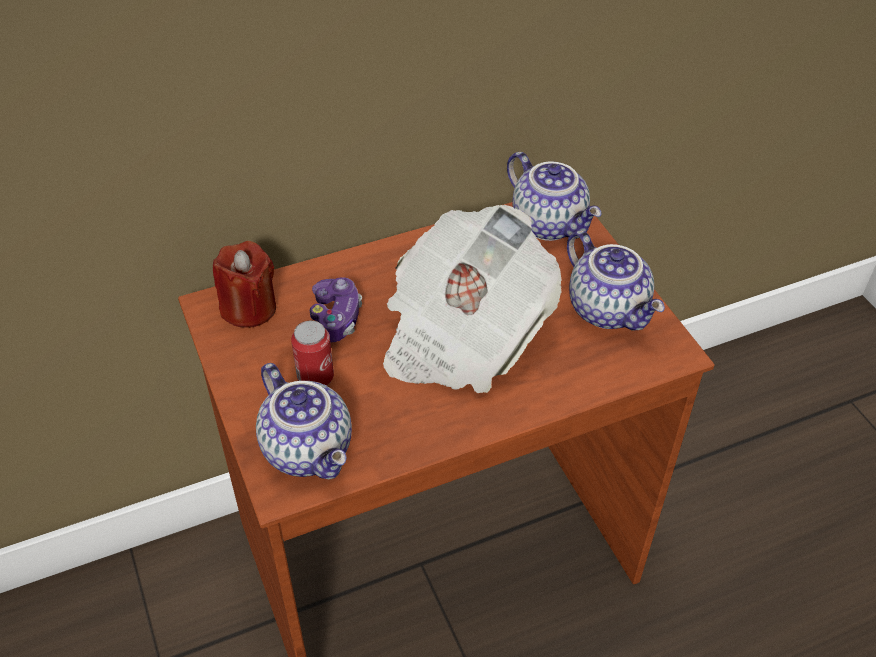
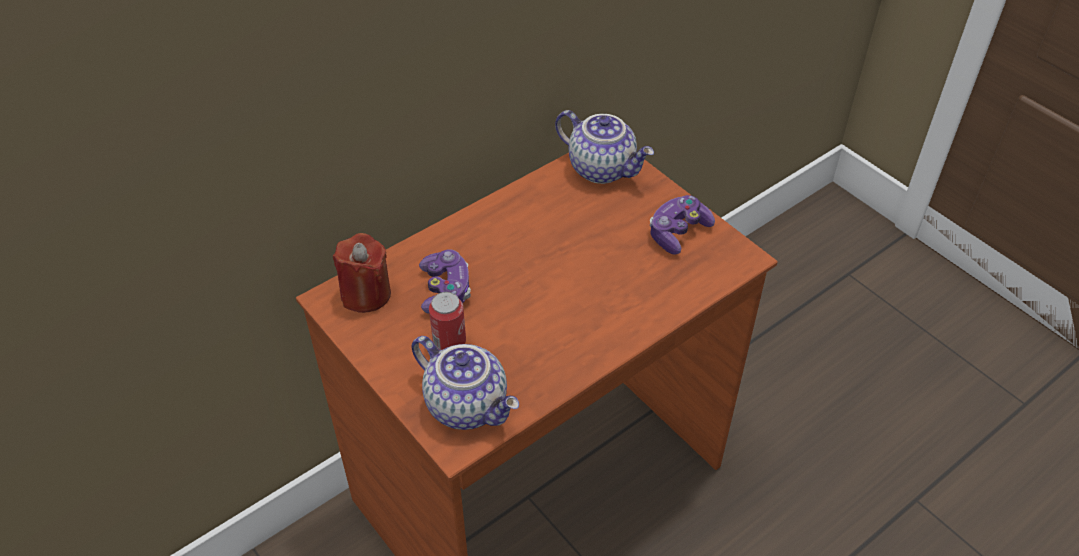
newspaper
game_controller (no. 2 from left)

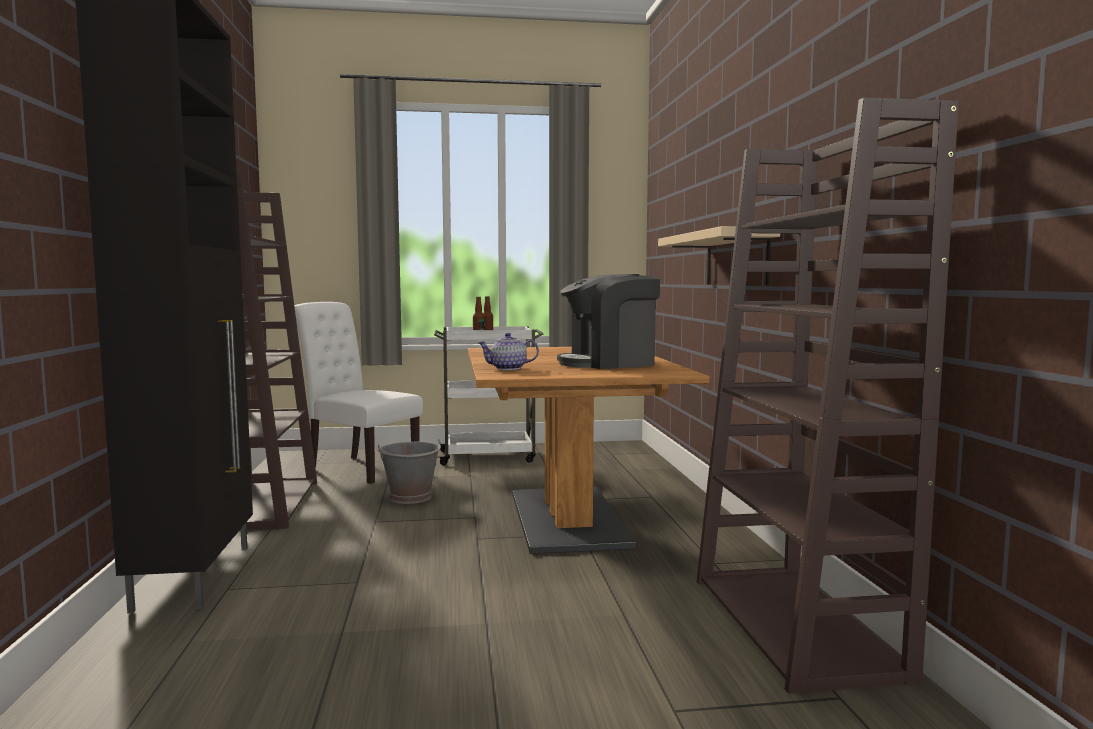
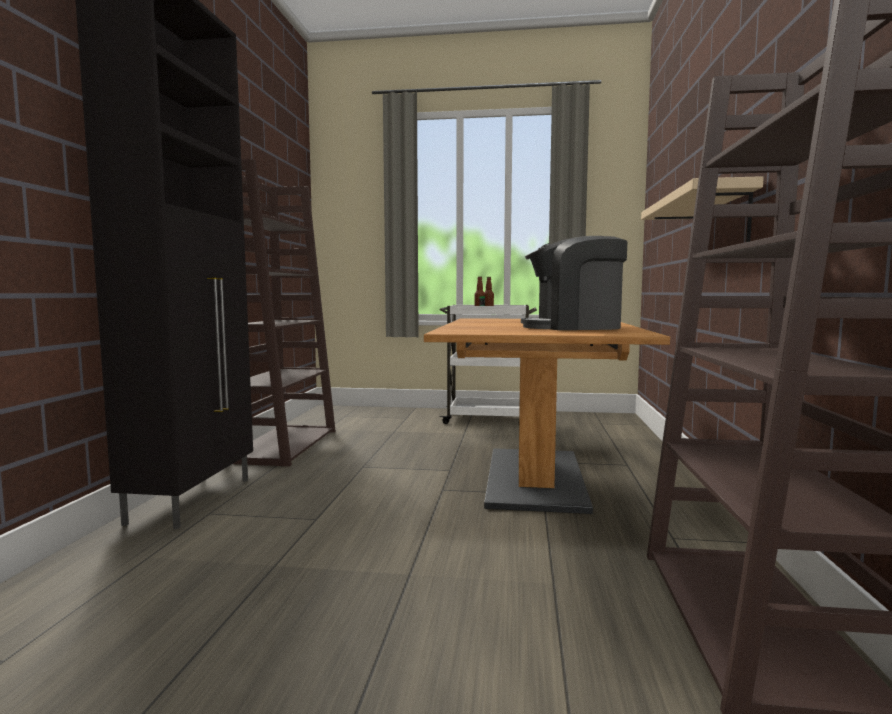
white_chair
grey_bucket
teapot

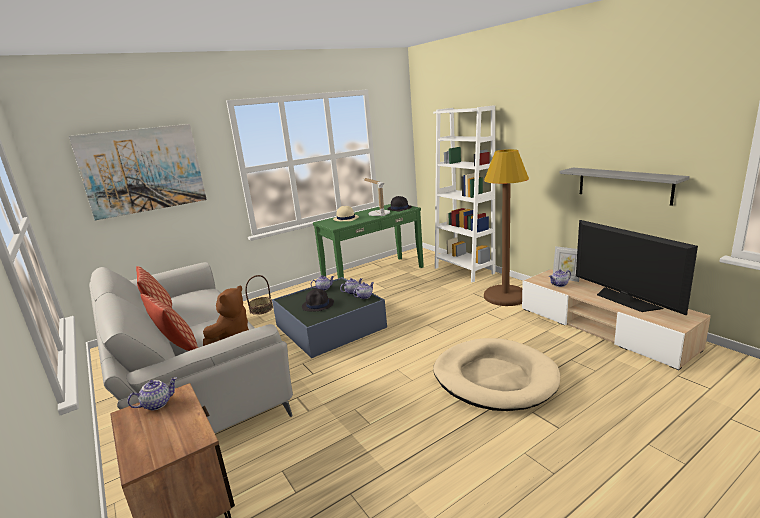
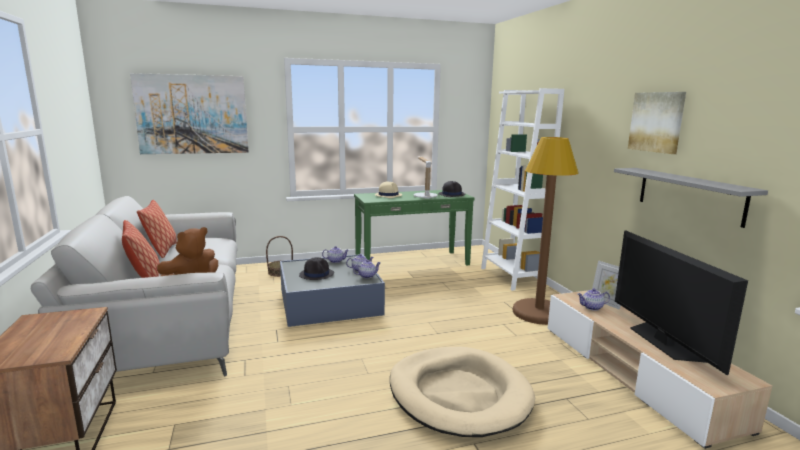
teapot (no. 1 from left in the first image)
picture (no. 2 from left)

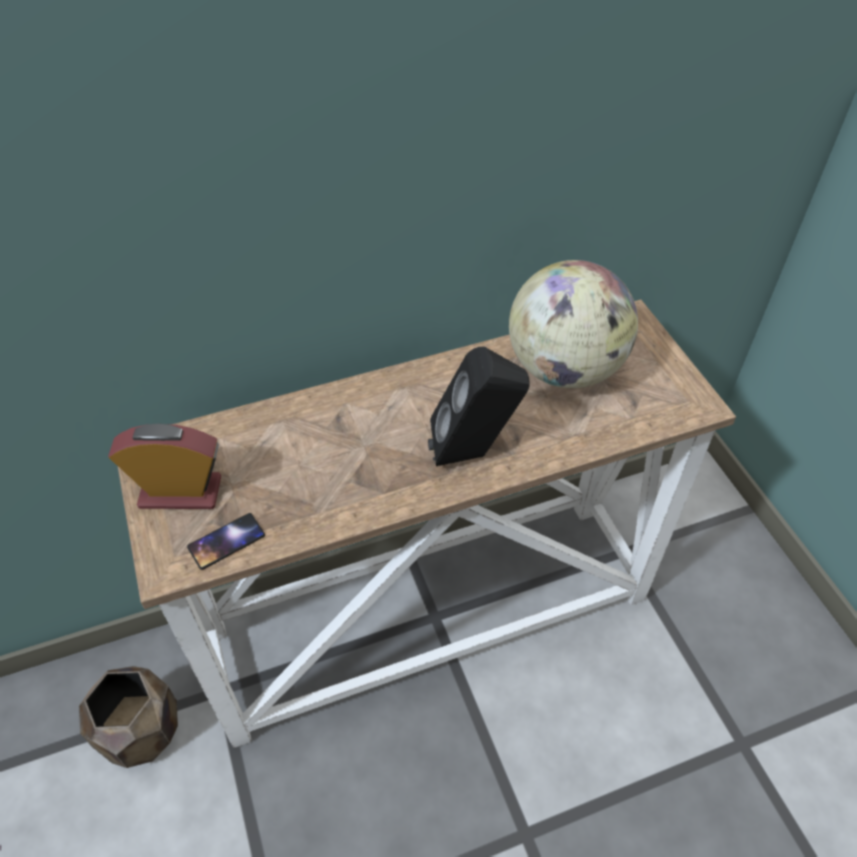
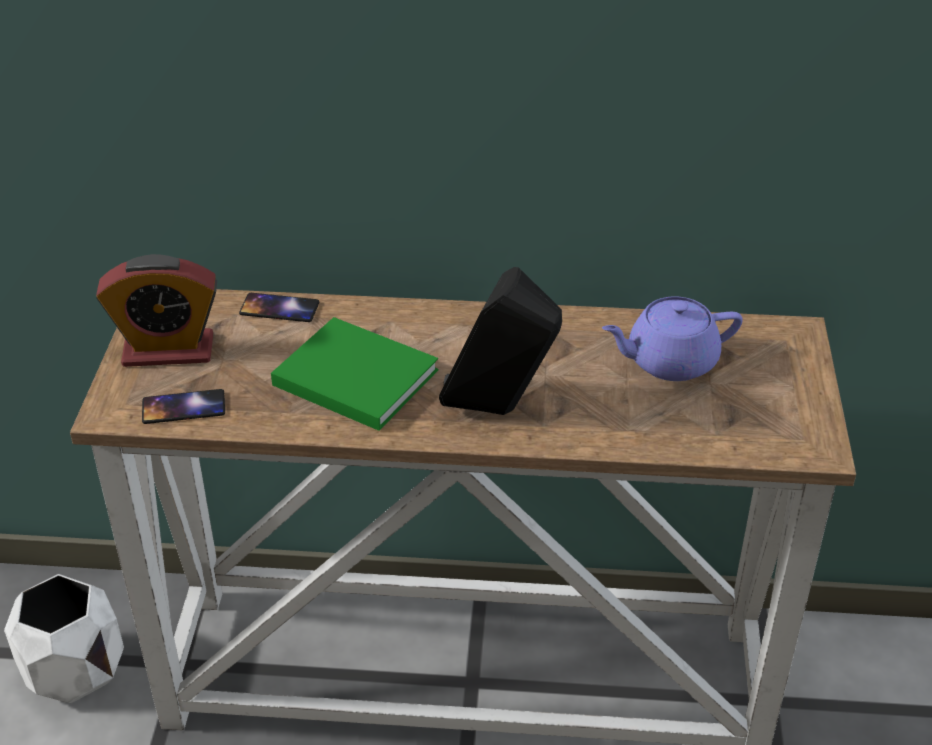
white_planter
alarm_clock
purple_teapot
phone (no. 2 from left)
green_book

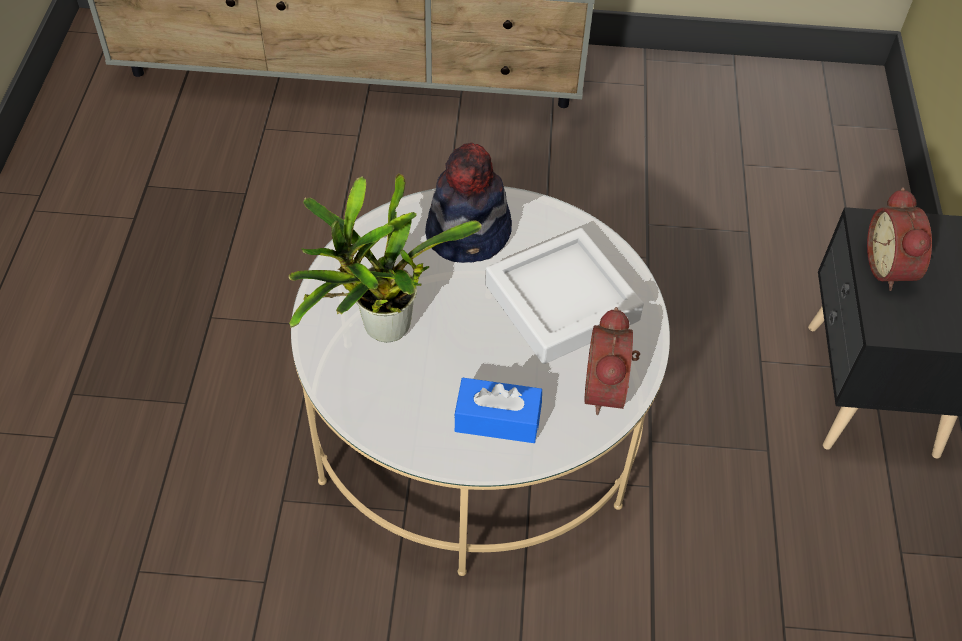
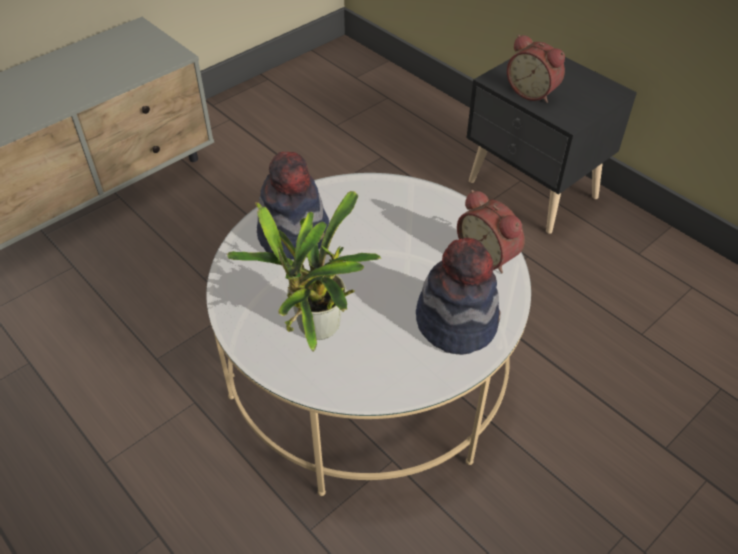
hat (no. 2 from left)
grey_tray

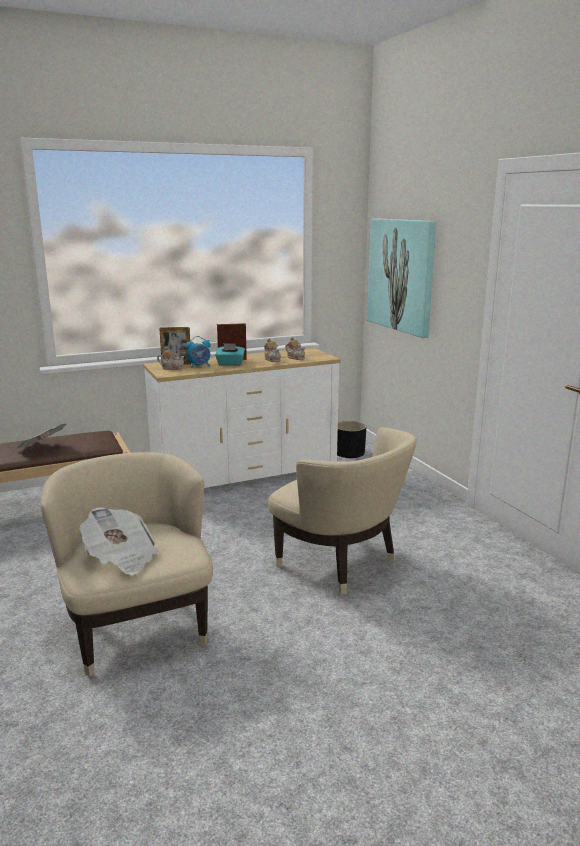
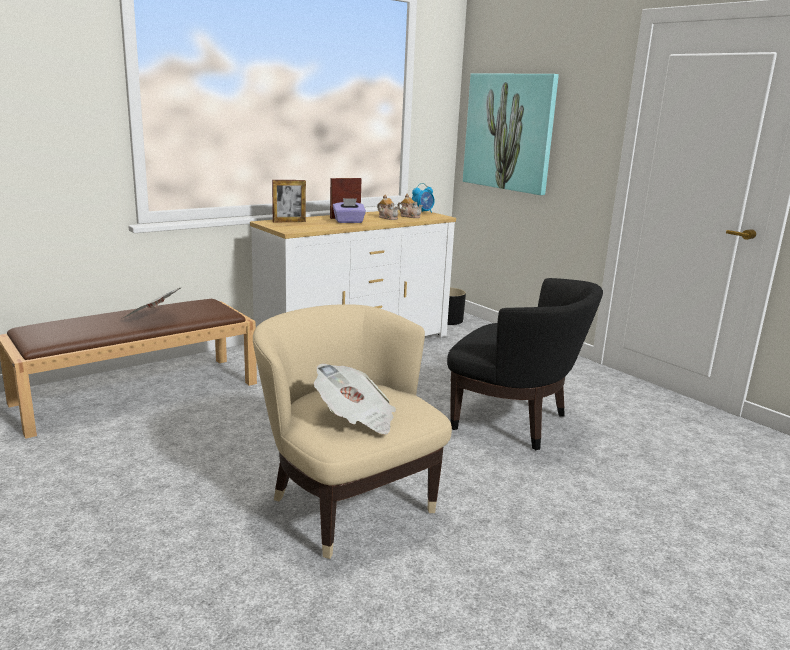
teapot (no. 1 from left in the first image)
alarm_clock
purple_tissue_box
black_armchair

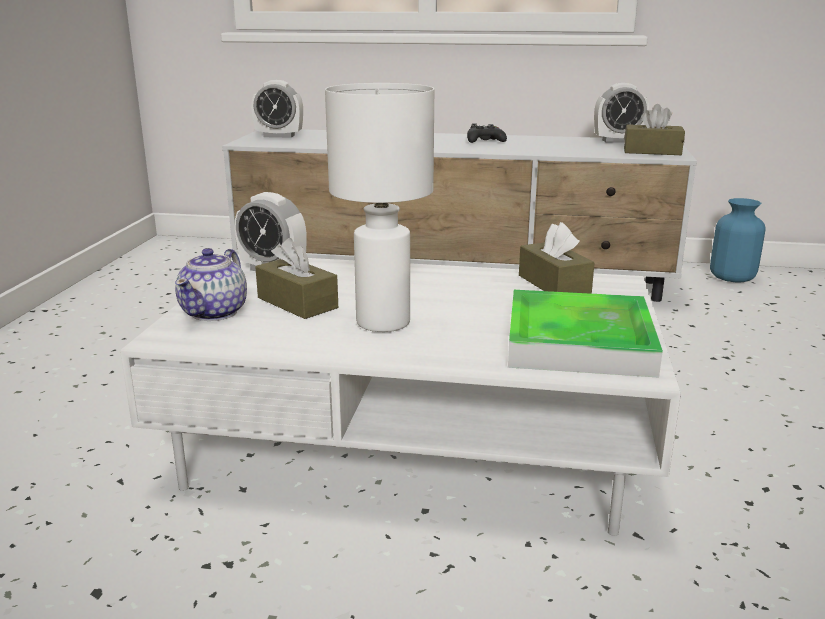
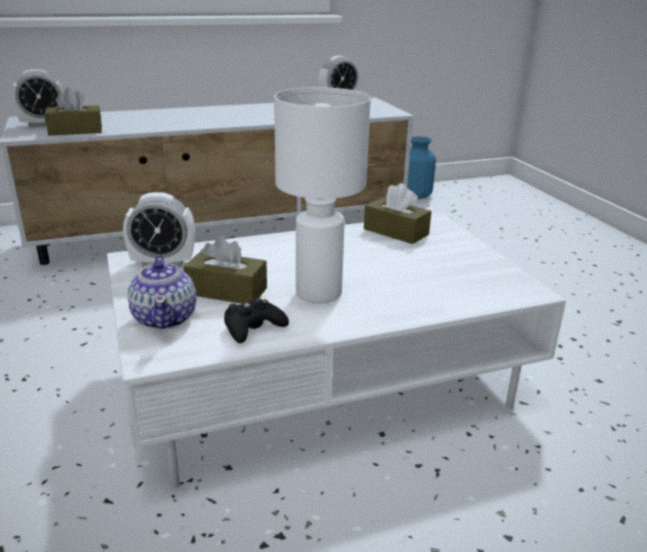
black_game_controller
tray
brown_tissue_box (no. 1 from left)

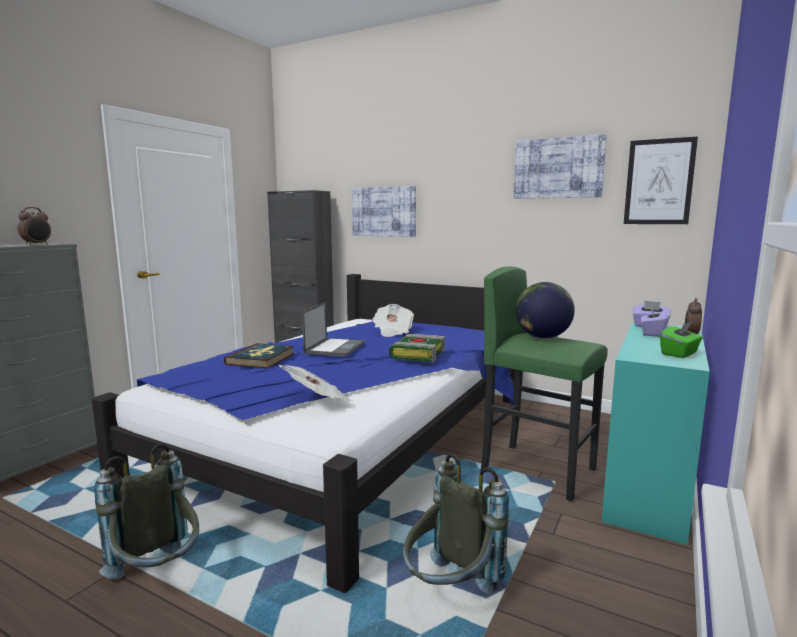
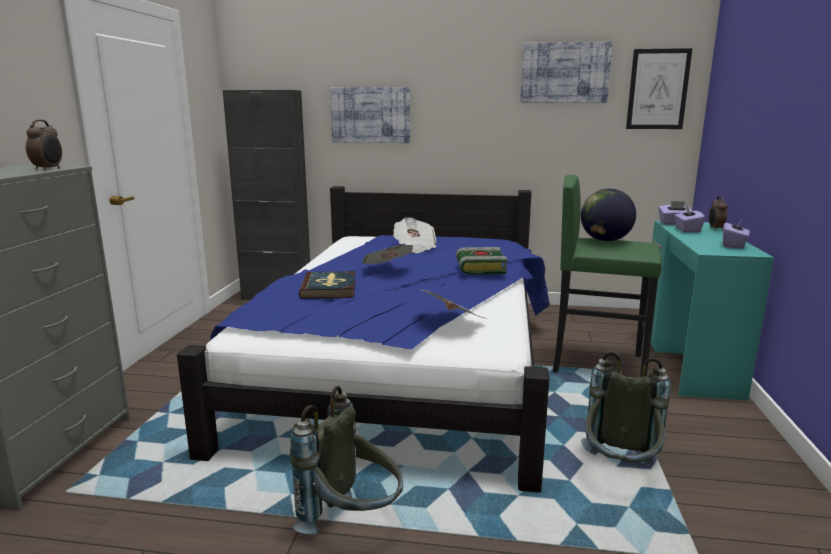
newspaper (no. 1 from left)
purple_tissue_box (no. 3 from left)

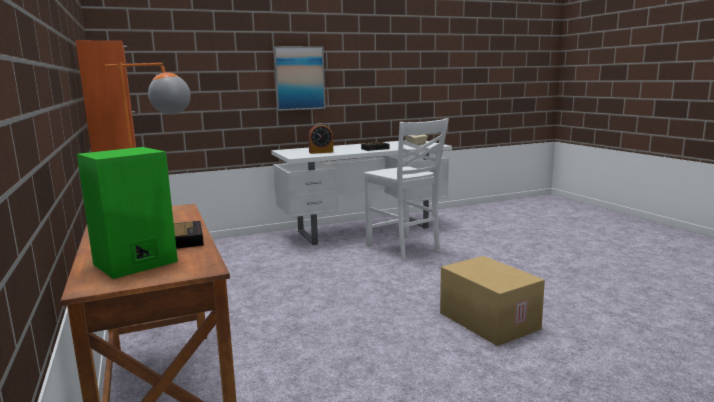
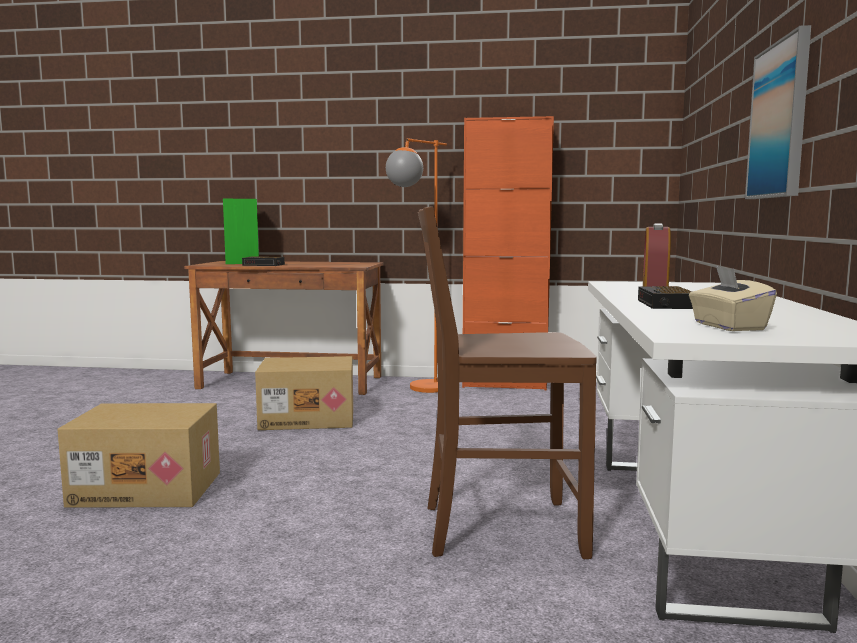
brown_chair
cardboard_box (no. 2 from left)

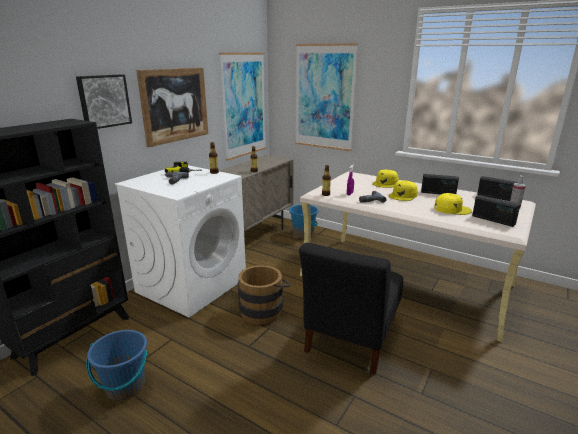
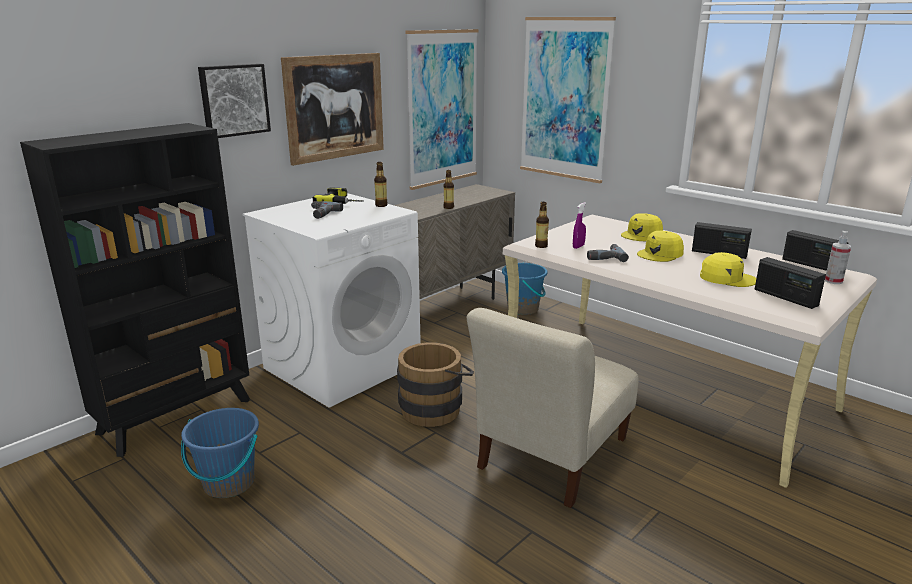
beige_chair

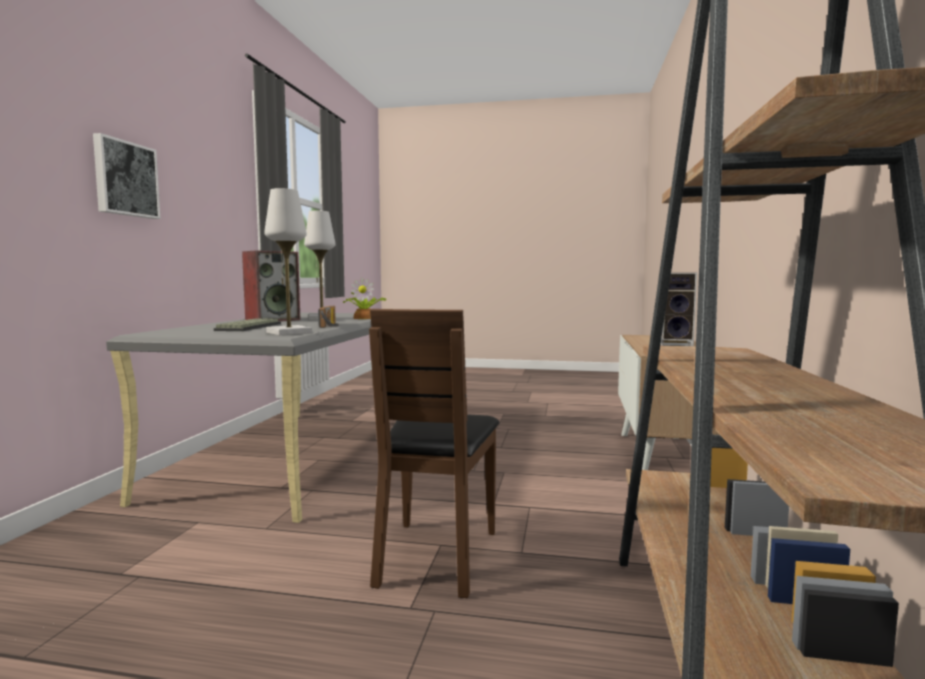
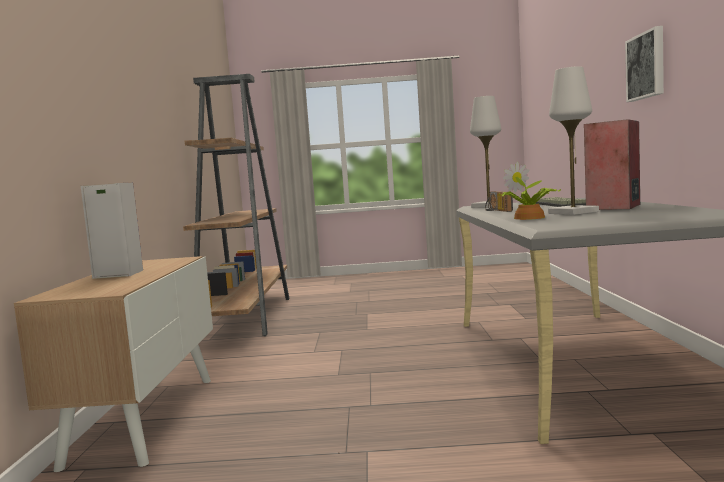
brown_chair

